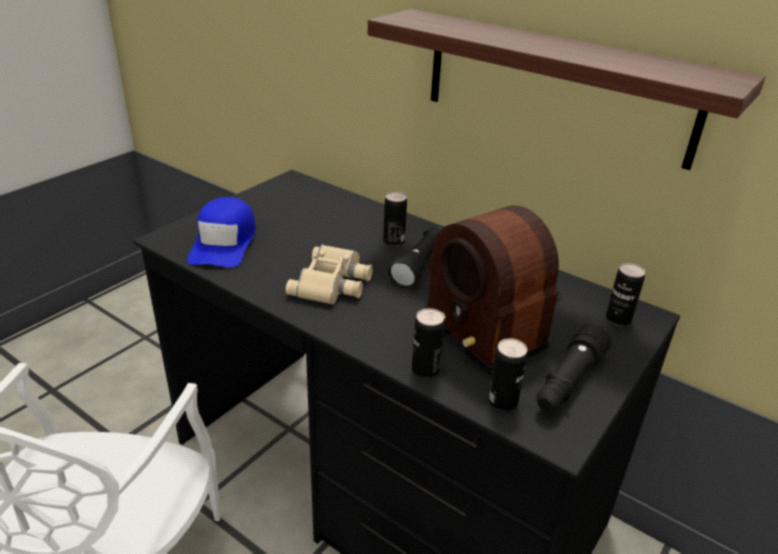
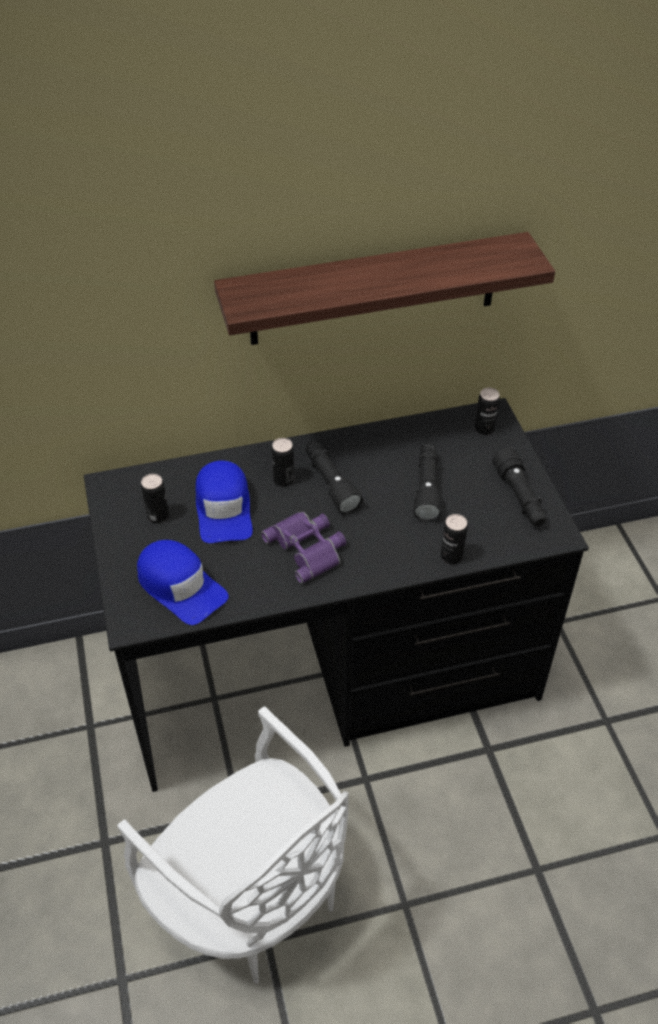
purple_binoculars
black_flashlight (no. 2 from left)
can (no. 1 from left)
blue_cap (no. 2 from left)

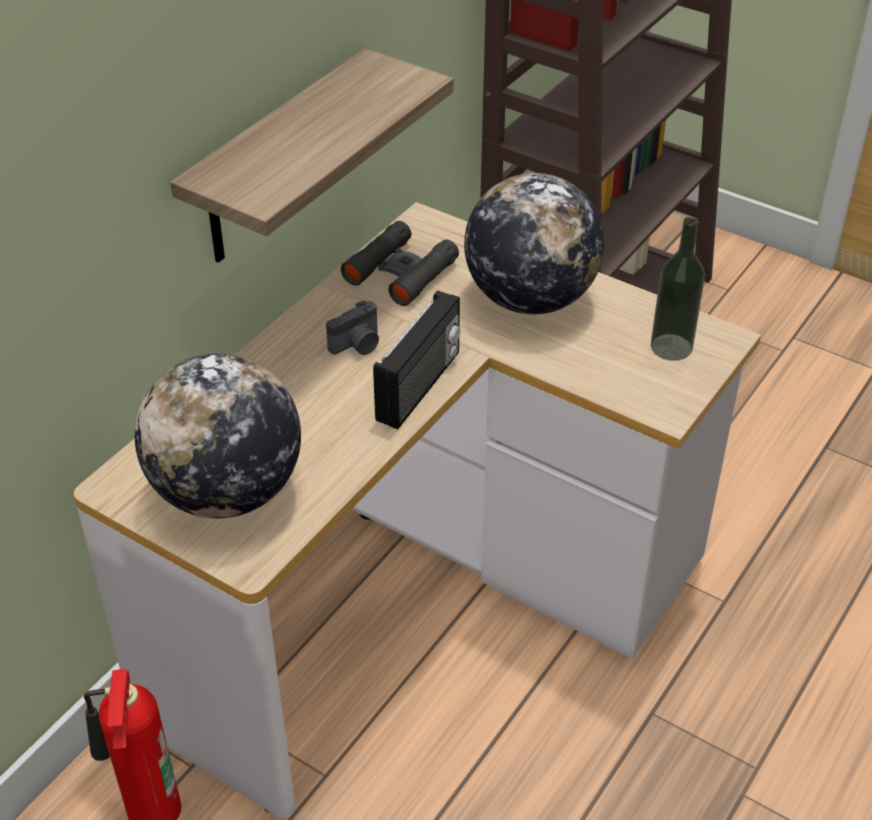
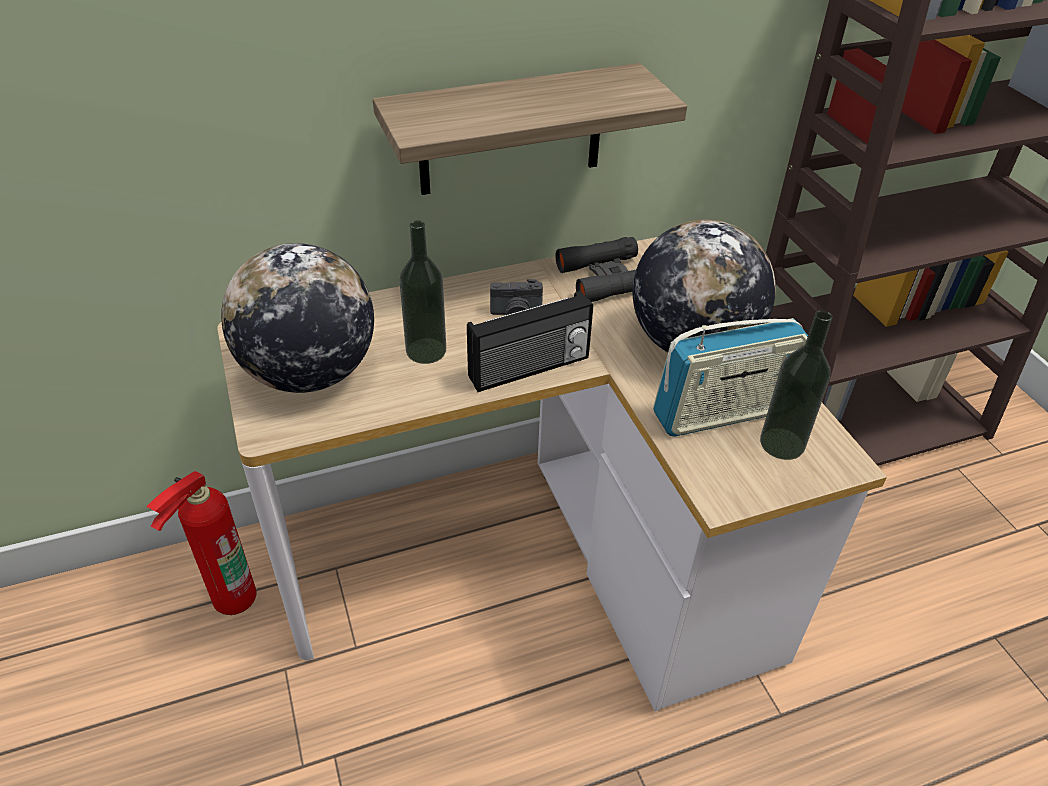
bottle (no. 1 from left)
radio (no. 2 from left)

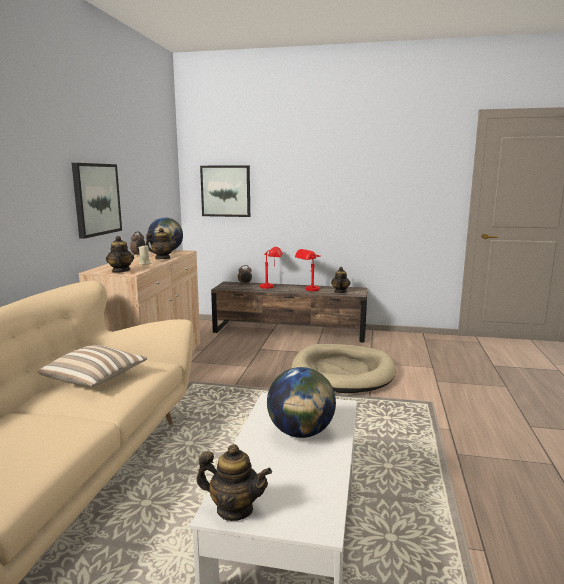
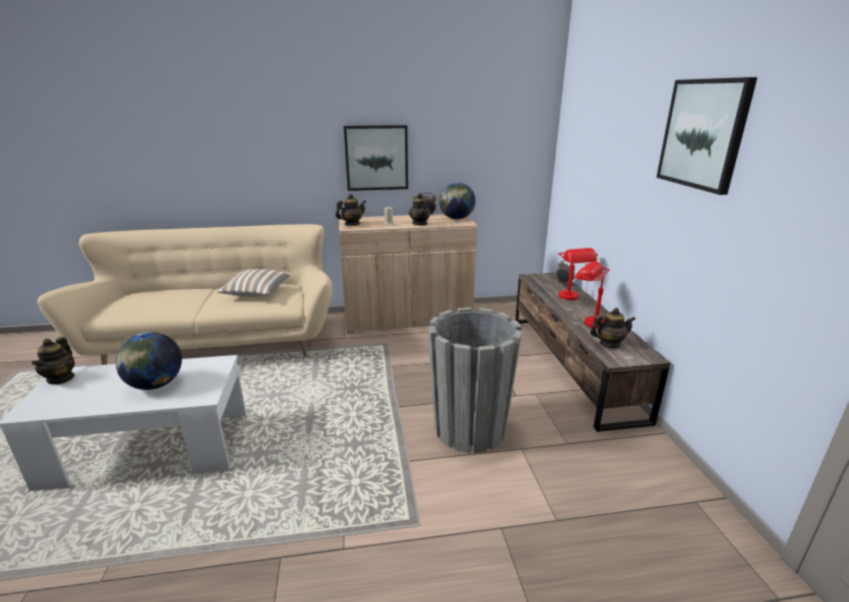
picture (no. 2 from left)
grey_planter

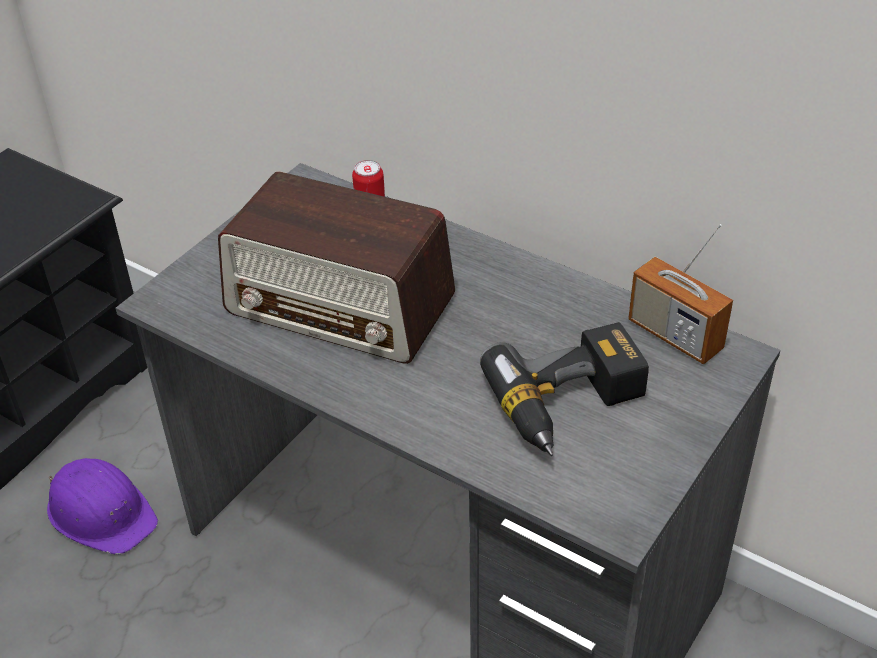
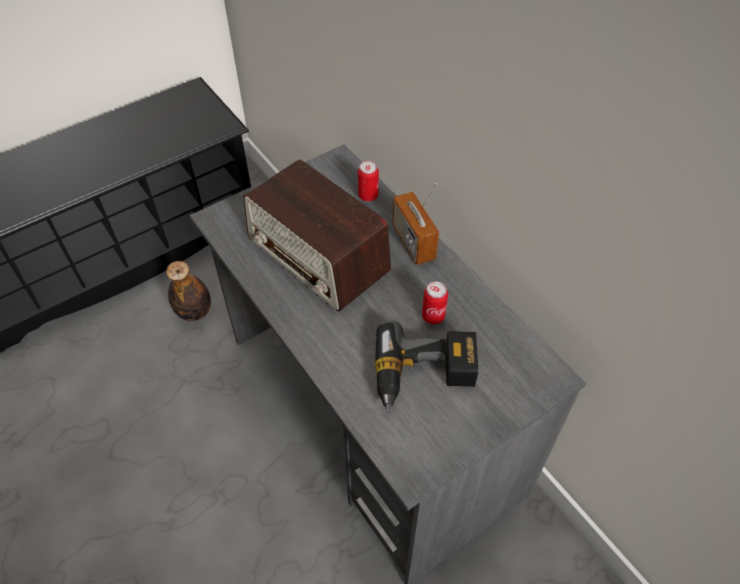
bottle
radio (no. 2 from left)
can (no. 2 from left)

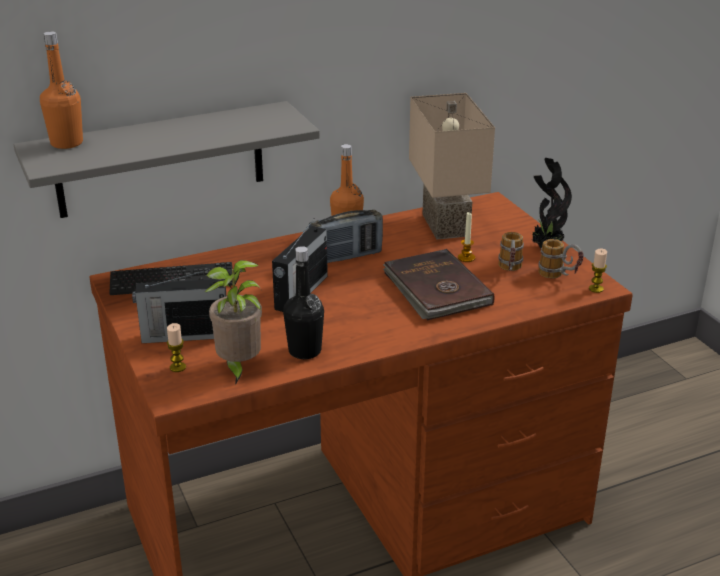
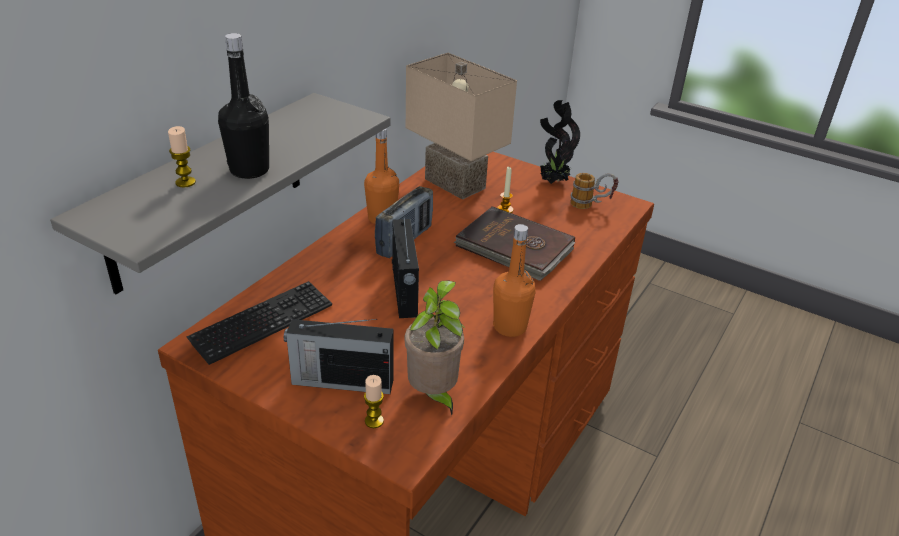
orange_bottle (no. 2 from left)
radio (no. 1 from left)
black_bottle
mug (no. 1 from left in the first image)
candle (no. 1 from left)

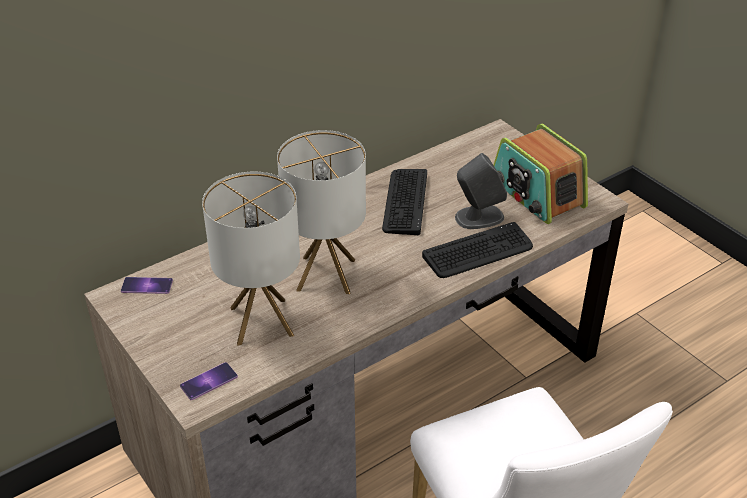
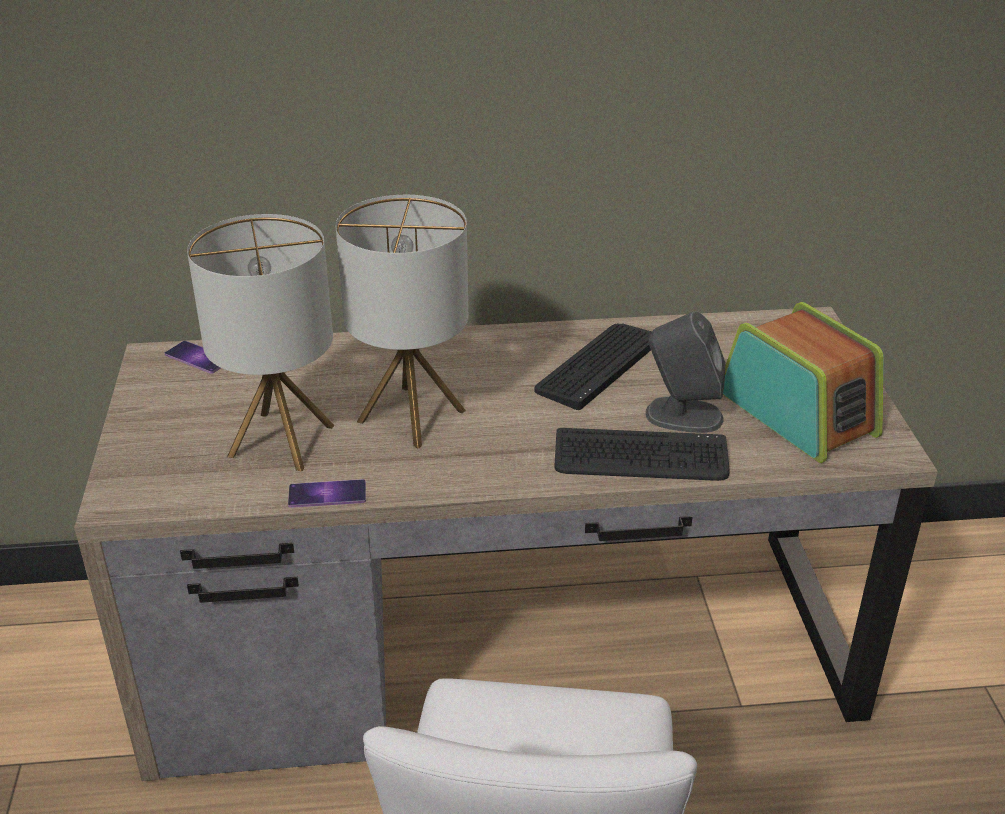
phone (no. 2 from left)
radio

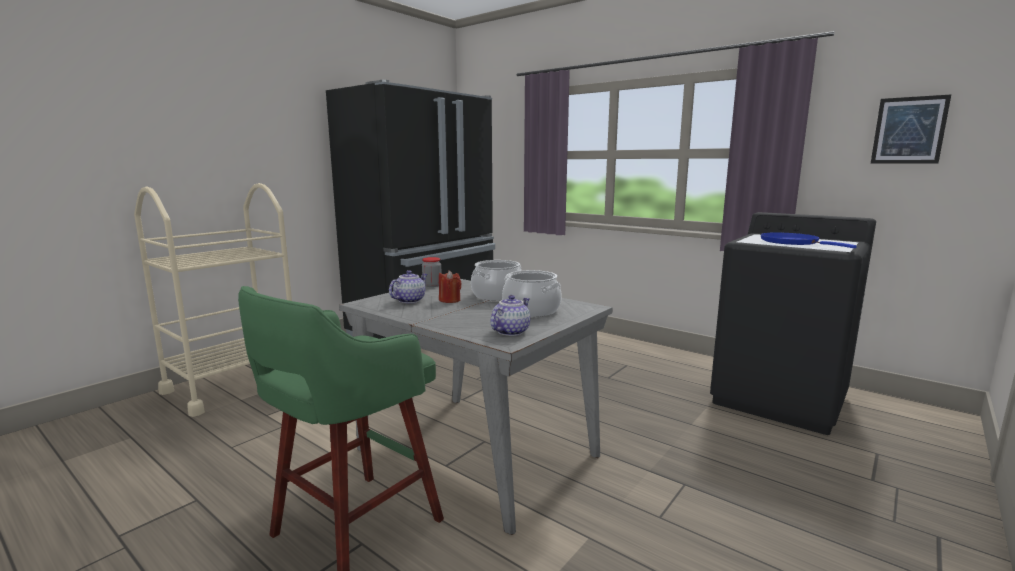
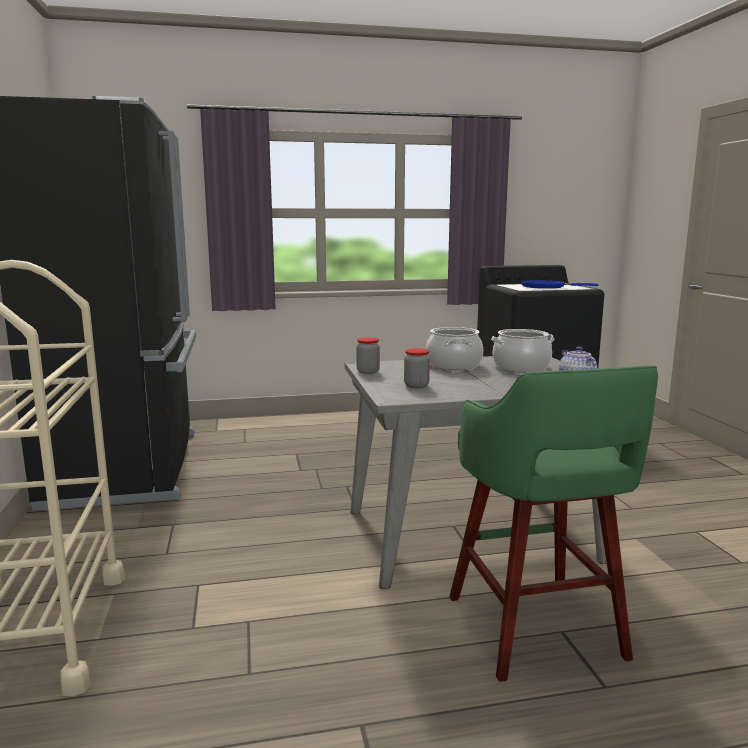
jar (no. 2 from left)
red_candle
picture

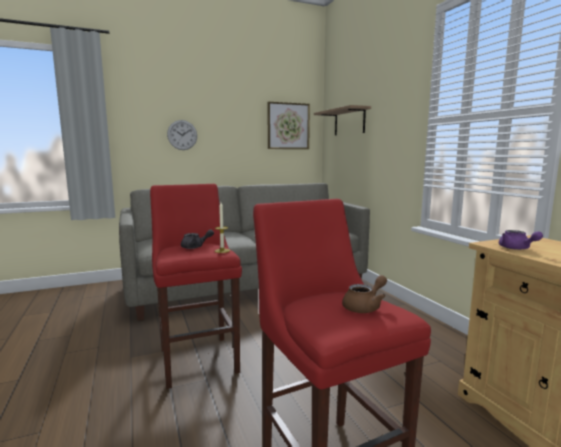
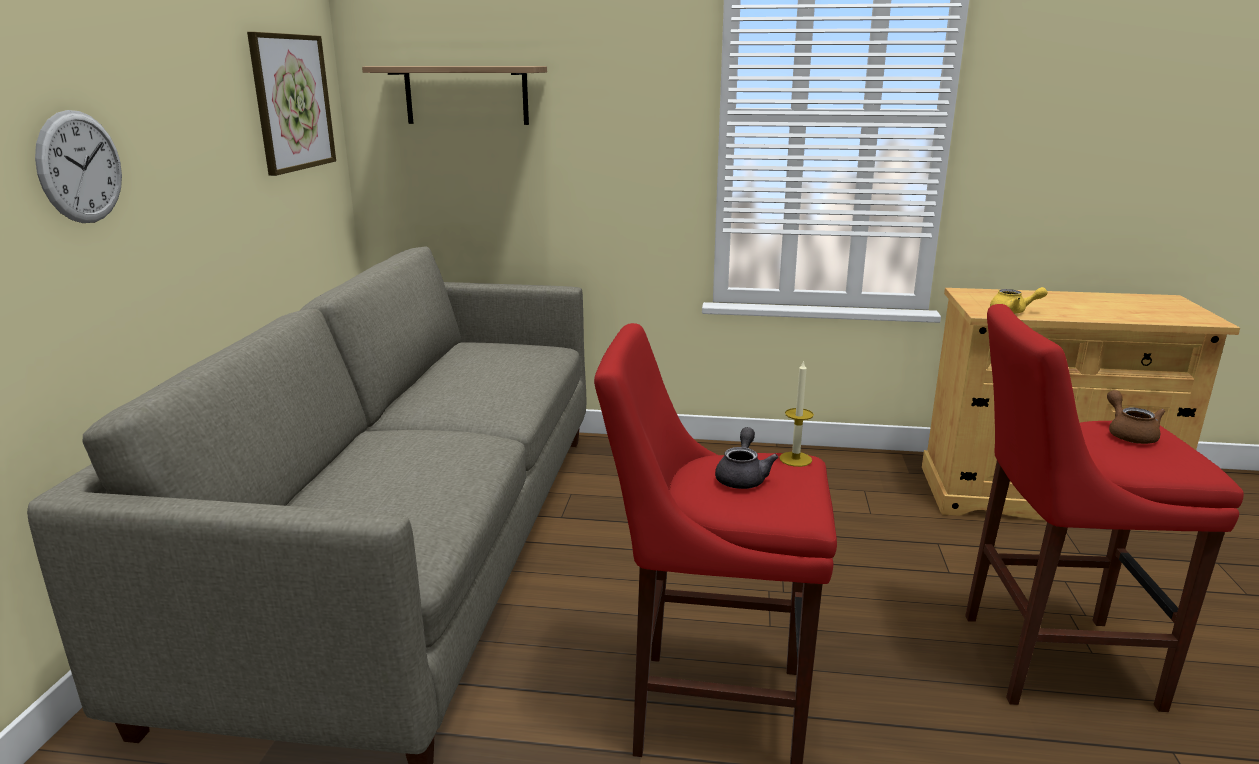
yellow_teapot

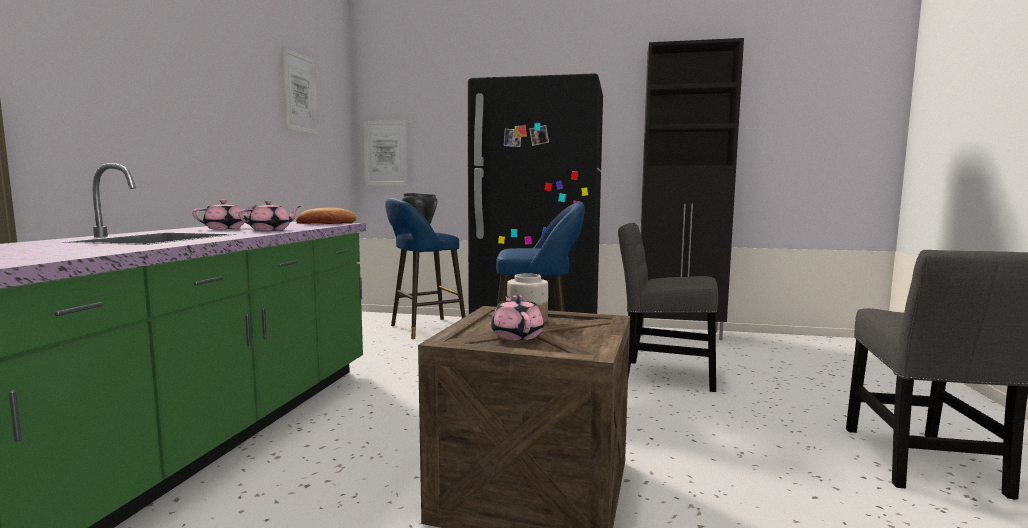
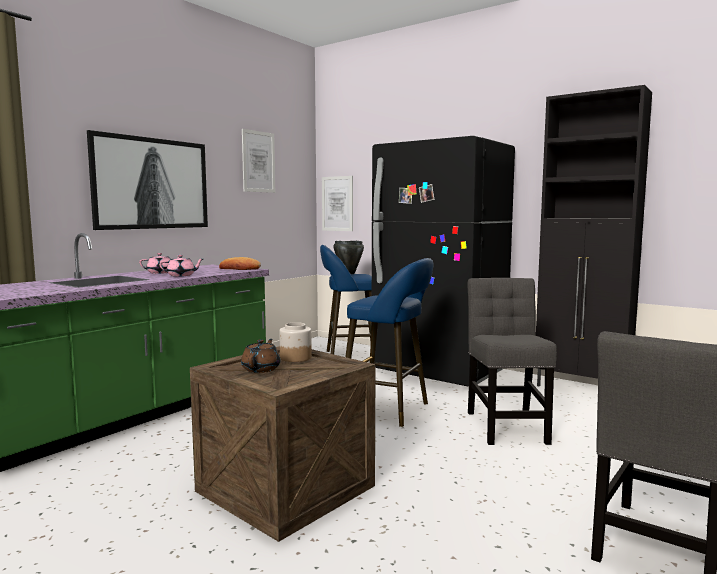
brown_teapot
grey_chair (no. 1 from left)
picture (no. 1 from left)

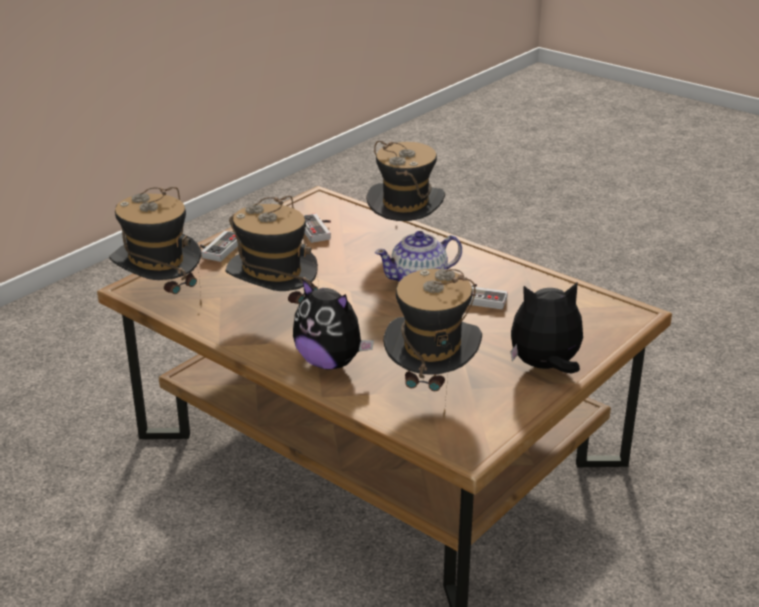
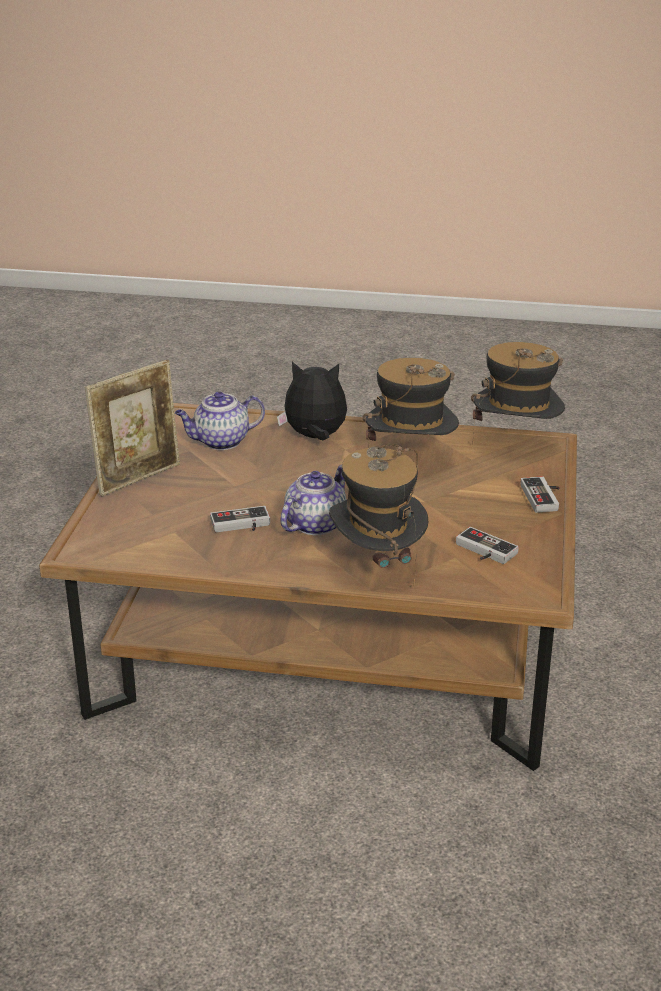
teapot (no. 1 from left)
picture_frame

